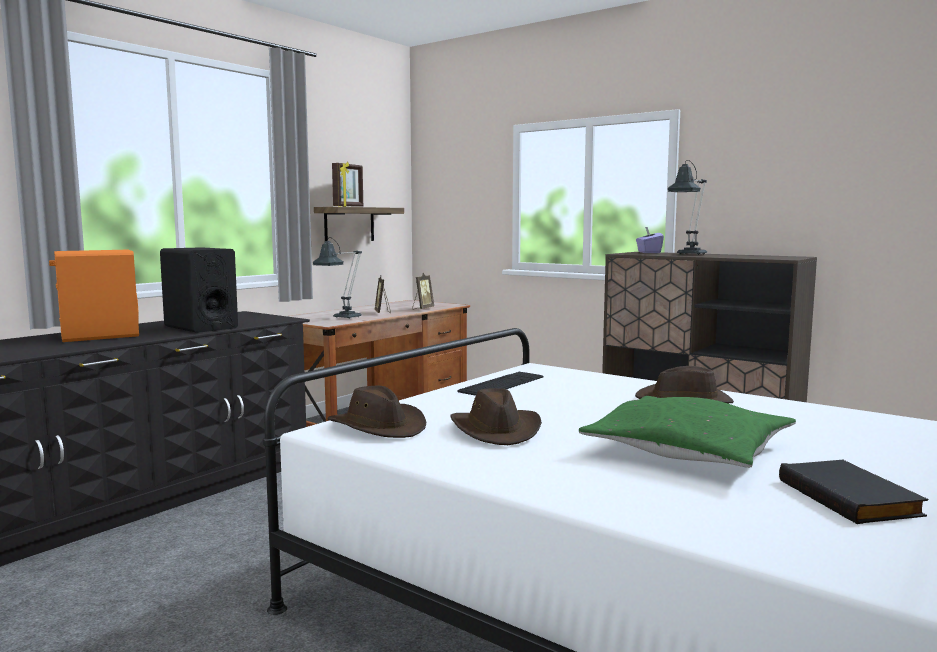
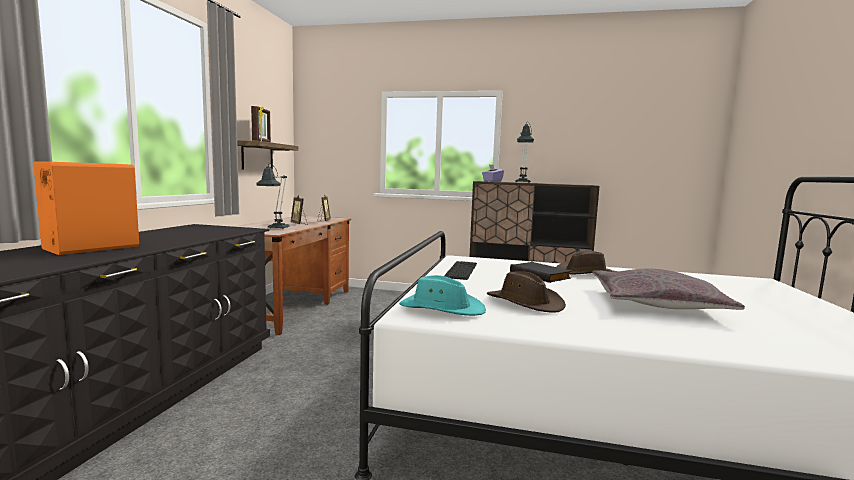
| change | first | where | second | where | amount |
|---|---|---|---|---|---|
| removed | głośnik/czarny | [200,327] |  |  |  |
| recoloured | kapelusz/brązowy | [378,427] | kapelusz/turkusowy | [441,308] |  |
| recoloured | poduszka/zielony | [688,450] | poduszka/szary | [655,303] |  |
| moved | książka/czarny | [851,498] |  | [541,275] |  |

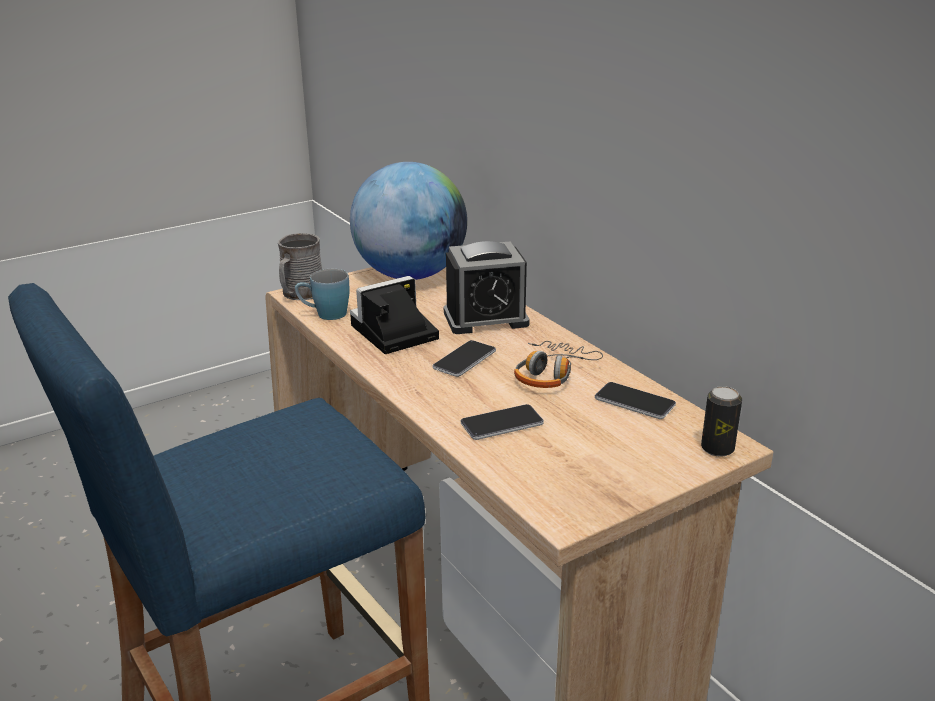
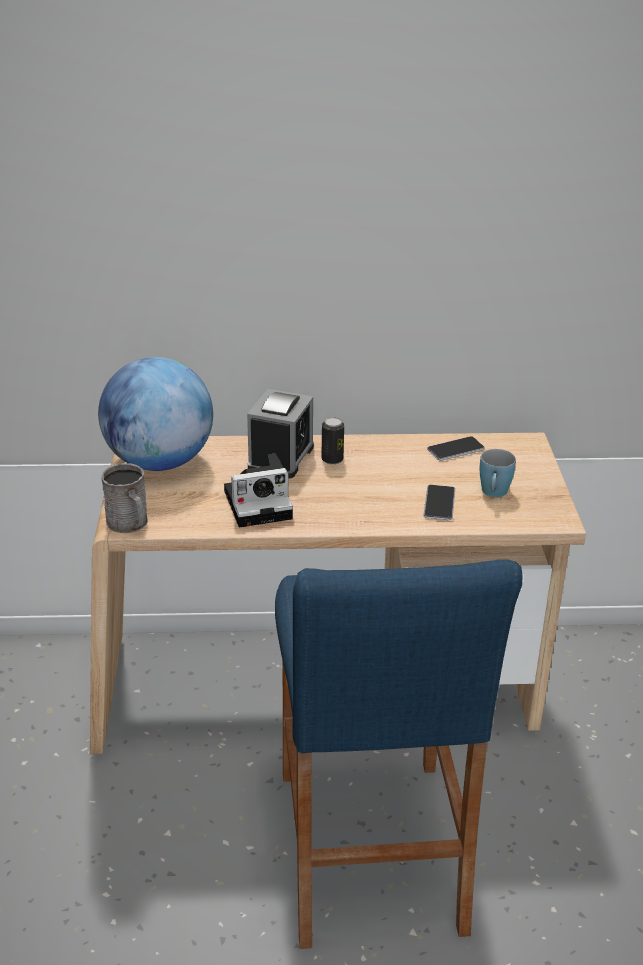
| change | first | where | second | where | amount |
|---|---|---|---|---|---|
| moved | kubek/niebieski | [324,315] |  | [494,493] |  |
| turned | aparat fotograficzny | [391,333] |  | [260,503] | 105 degrees counterclockwise |
| removed | telefon | [464,360] |  |  |  |
| removed | słuchawki | [552,374] |  |  |  |
| moved | puszka | [717,448] |  | [332,459] |  |

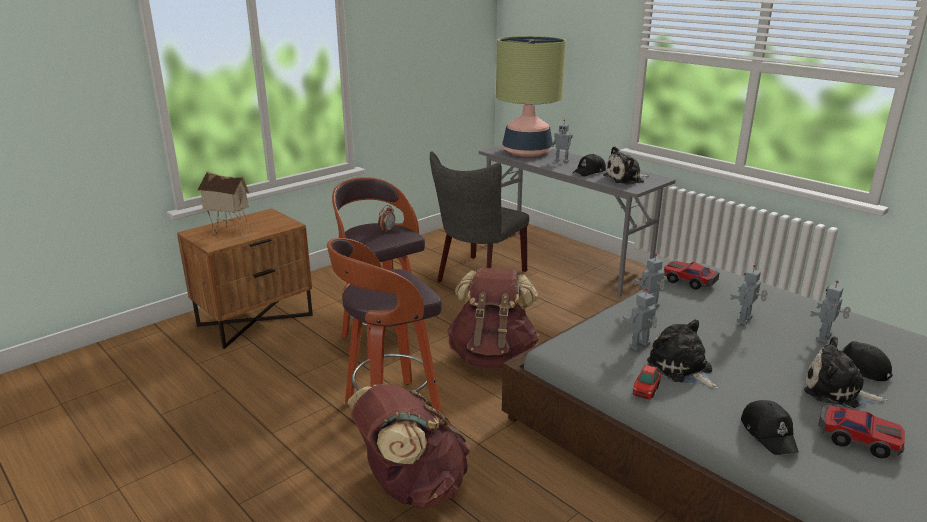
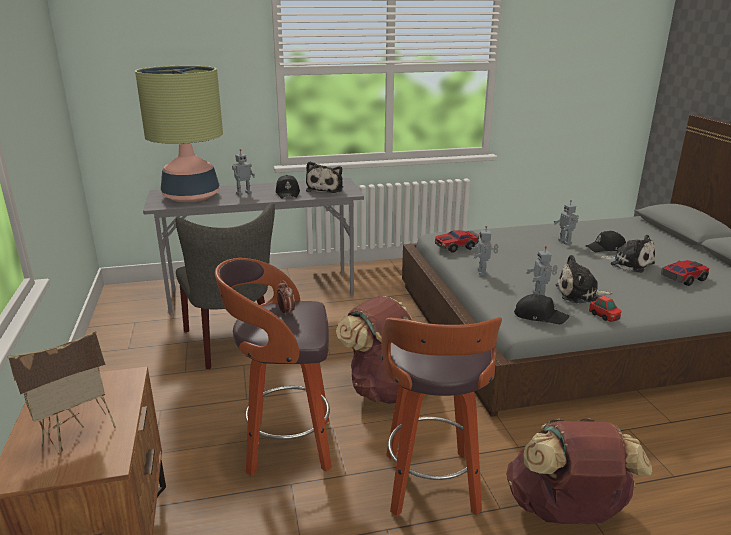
| change | first | where | second | where | amount |
|---|---|---|---|---|---|
| removed | robot zabawkowy | [745,320] |  |  |  |
| moved | czapka z daszkiem/czarny | [769,433] |  | [539,316] |  |
| turned | pluszak | [837,391] |  | [629,263] | 105 degrees counterclockwise |

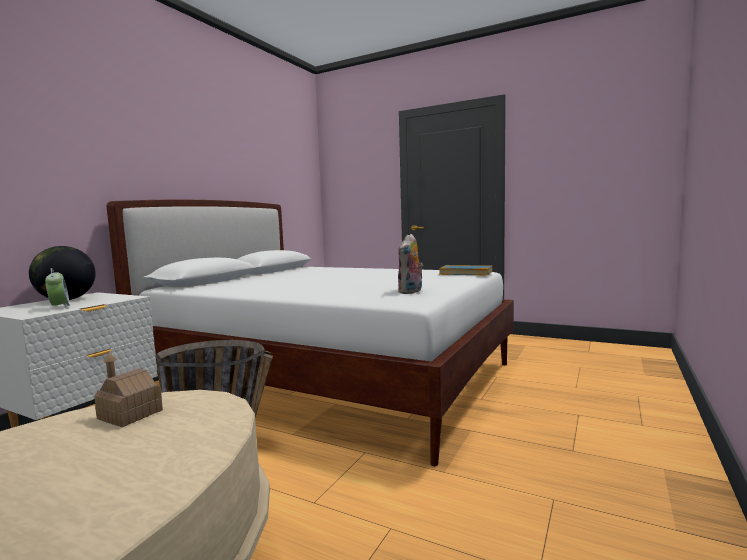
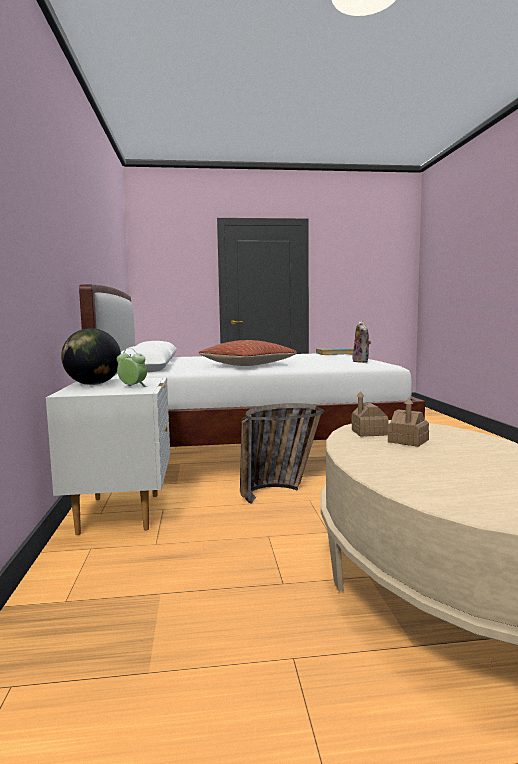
| change | first | where | second | where | amount |
|---|---|---|---|---|---|
| added |  |  | poduszka | [248,365] |  |
| added |  |  | domek | [408,441] |  |

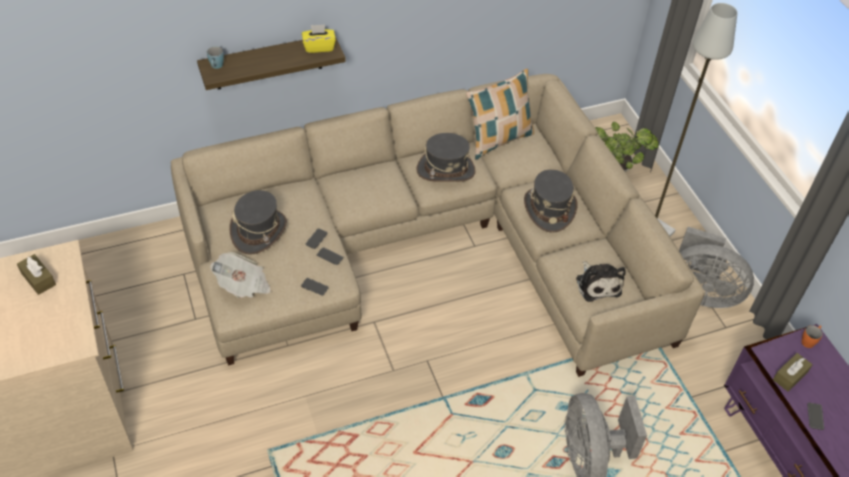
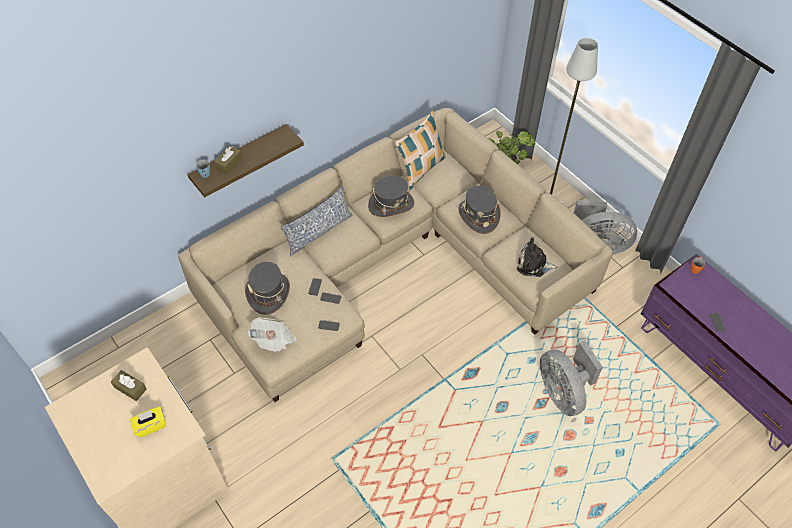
| change | first | where | second | where | amount |
|---|---|---|---|---|---|
| moved | pudełko chusteczek/żółty | [319,47] |  | [151,425] |  |
| turned | pluszak | [597,284] |  | [533,264] | 135 degrees clockwise |
| moved | pudełko chusteczek/brązowy | [790,376] |  | [229,163] |  |
| added |  |  | poduszka | [318,232] |  |

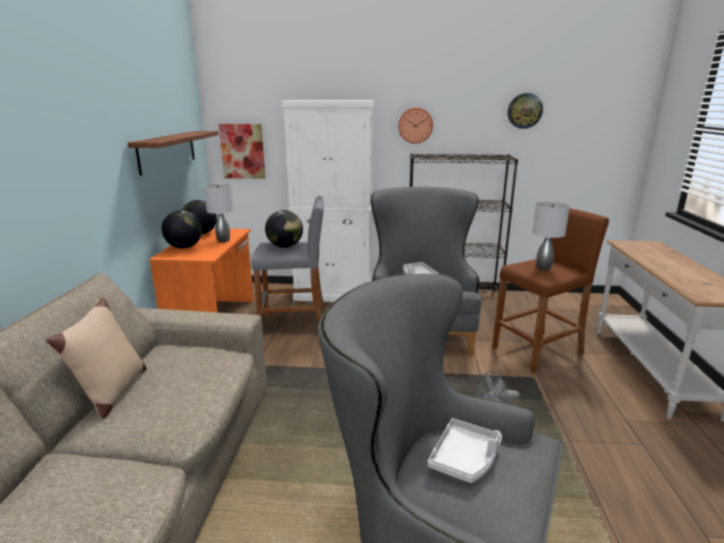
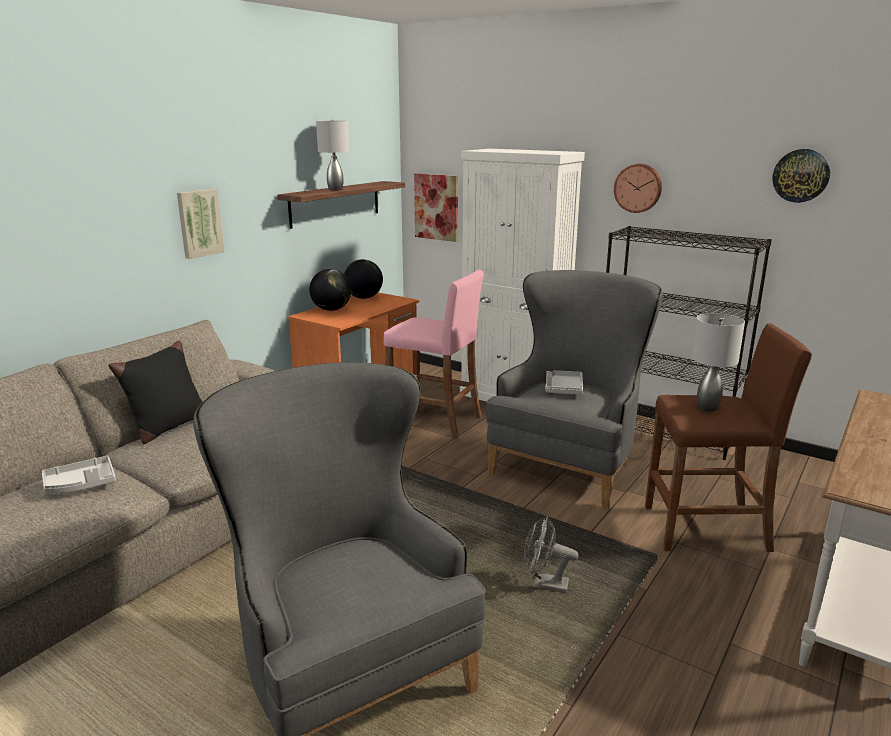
| change | first | where | second | where | amount |
|---|---|---|---|---|---|
| recoloured | poduszka/beżowy | [112,393] | poduszka/czarny | [168,427] |  |
| moved | lampa stołowa/szary | [224,240] |  | [336,189] |  |
| recoloured | stołek/szary | [294,324] | stołek/różowy | [435,420] |  |
| removed | globus | [285,246] |  |  |  |
| moved | taca/szary | [465,459] |  | [81,484] |  |
| added |  |  | obraz | [199,223] |  |

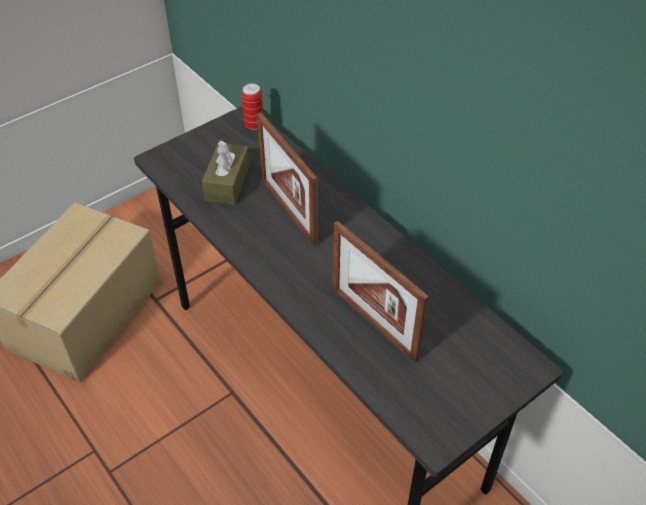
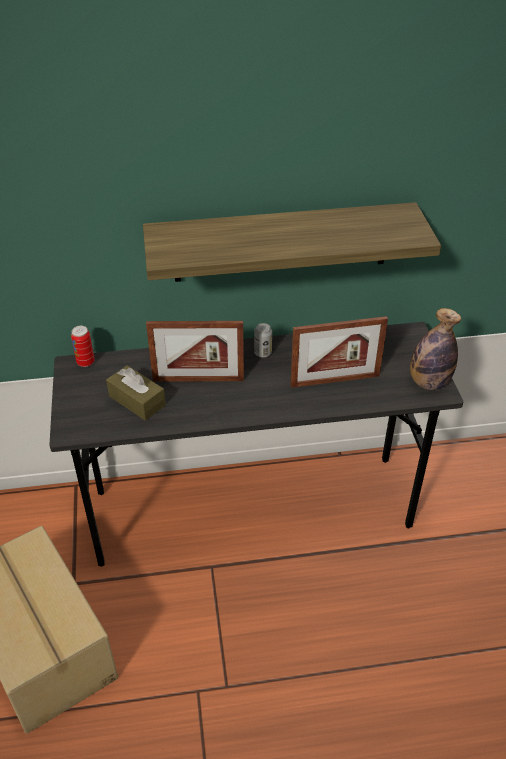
| change | first | where | second | where | amount |
|---|---|---|---|---|---|
| added |  |  | półka | [281,242] |  |
| added |  |  | puszka | [262,353] |  |
| added |  |  | butelka | [428,382] |  |

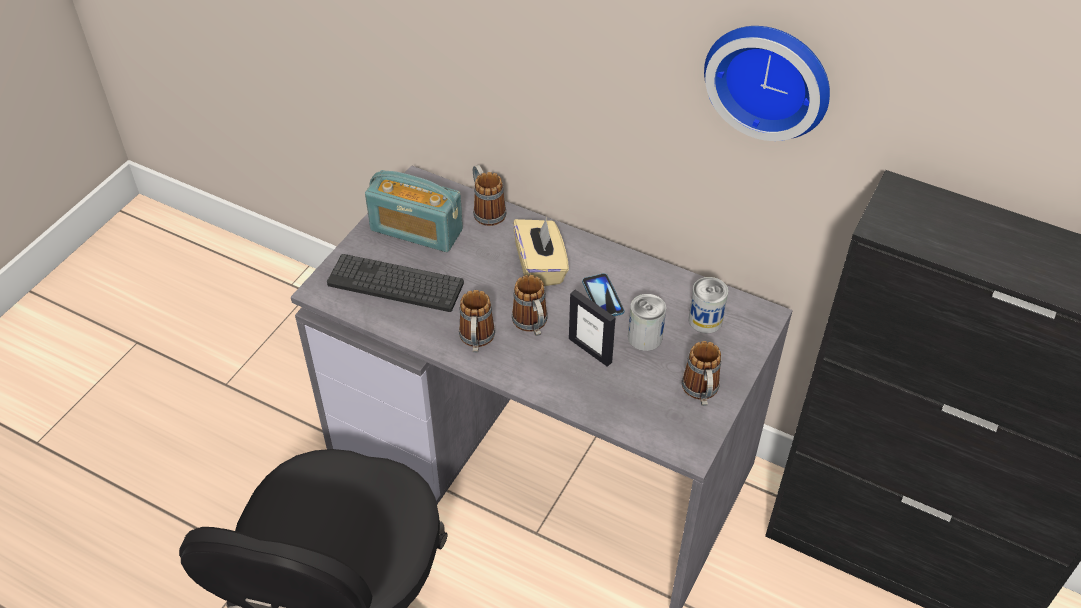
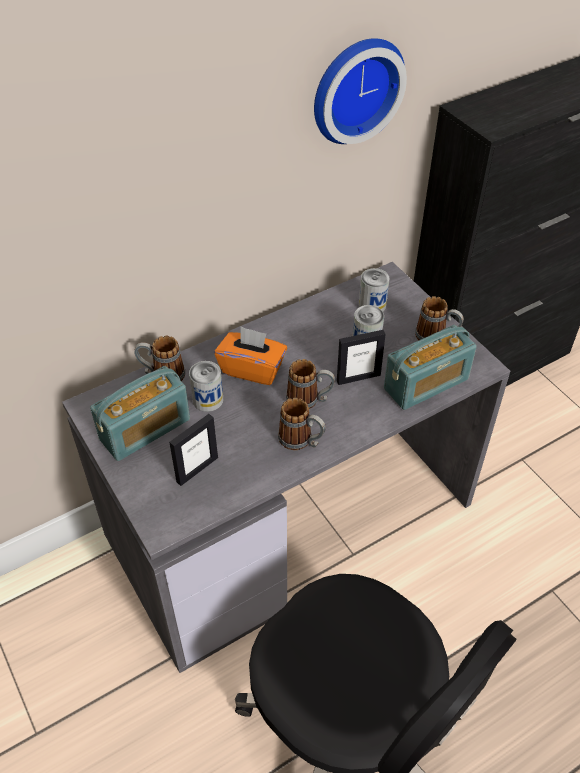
| change | first | where | second | where | amount |
|---|---|---|---|---|---|
| replaced | klawiatura | [395,284] | ramka na zdjęcie | [197,469] |  |
| recoloured | pudełko chusteczek/beżowy | [540,267] | pudełko chusteczek/pomarańczowy | [252,369] |  |
| removed | telefon | [602,297] |  |  |  |
| added |  |  | puszka | [208,400] |  |
| added |  |  | radio | [426,384] |  |

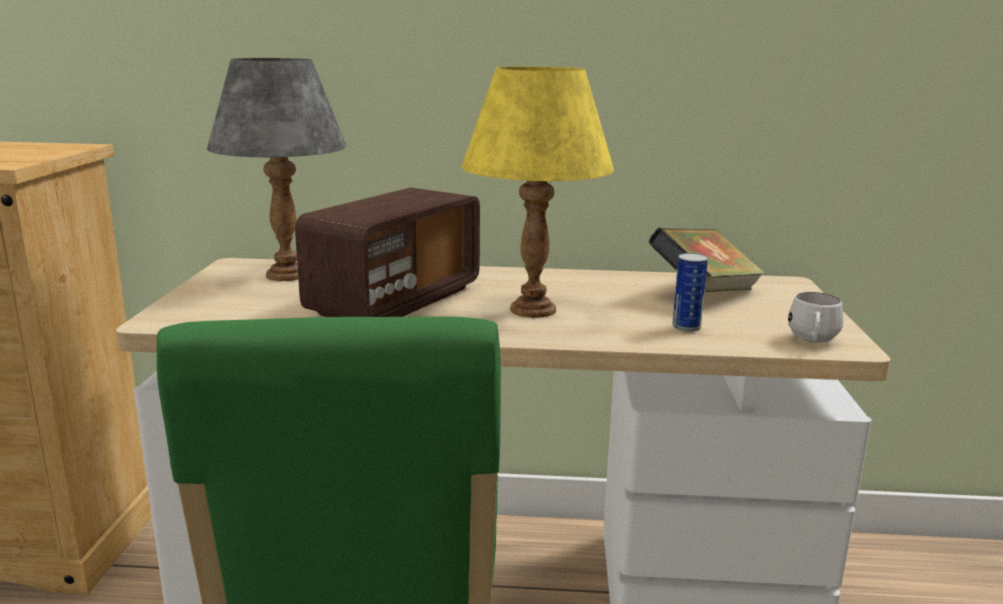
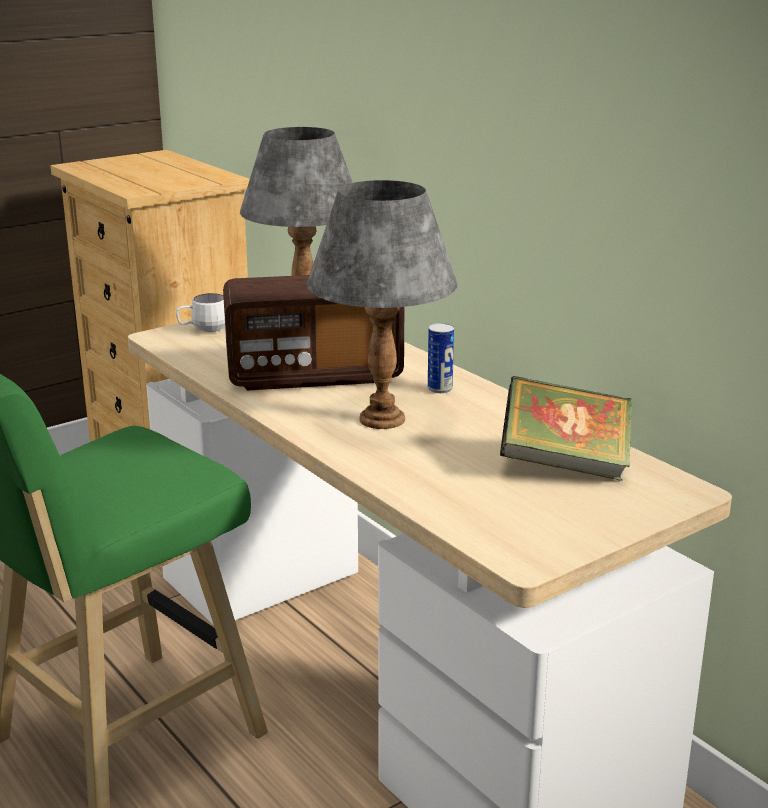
| change | first | where | second | where | amount |
|---|---|---|---|---|---|
| recoloured | lampa stołowa/żółty | [532,309] | lampa stołowa/szary | [381,419] |  |
| moved | puszka | [686,327] |  | [440,389] |  |
| moved | kubek/biały | [812,342] |  | [203,330] |  |

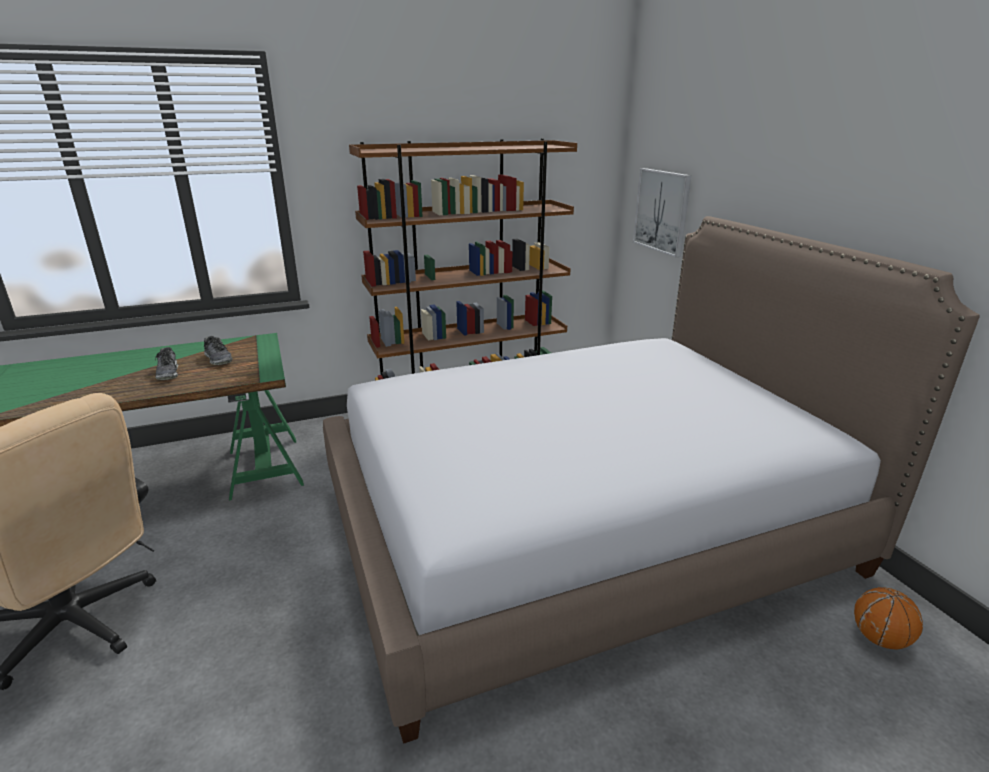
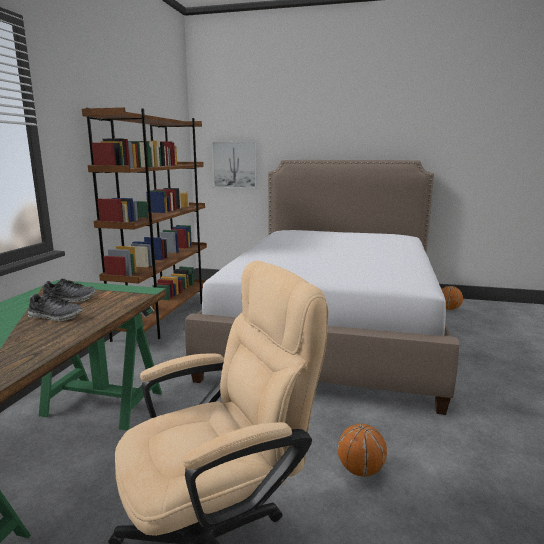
| change | first | where | second | where | amount |
|---|---|---|---|---|---|
| added |  |  | piłka do koszykówki | [360,470] |  |

